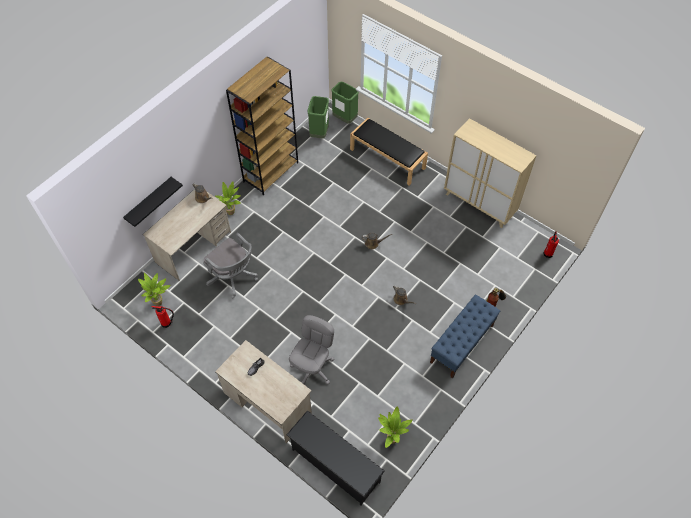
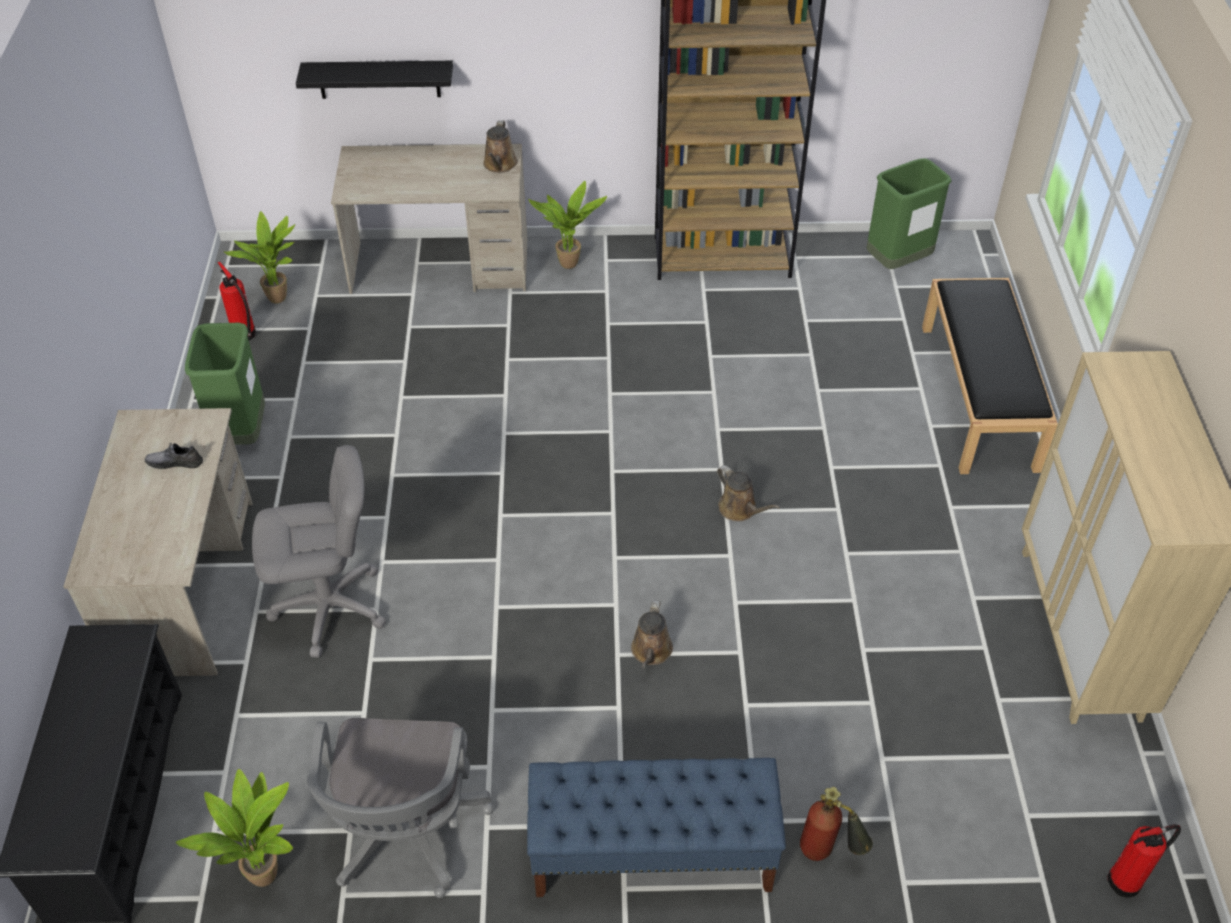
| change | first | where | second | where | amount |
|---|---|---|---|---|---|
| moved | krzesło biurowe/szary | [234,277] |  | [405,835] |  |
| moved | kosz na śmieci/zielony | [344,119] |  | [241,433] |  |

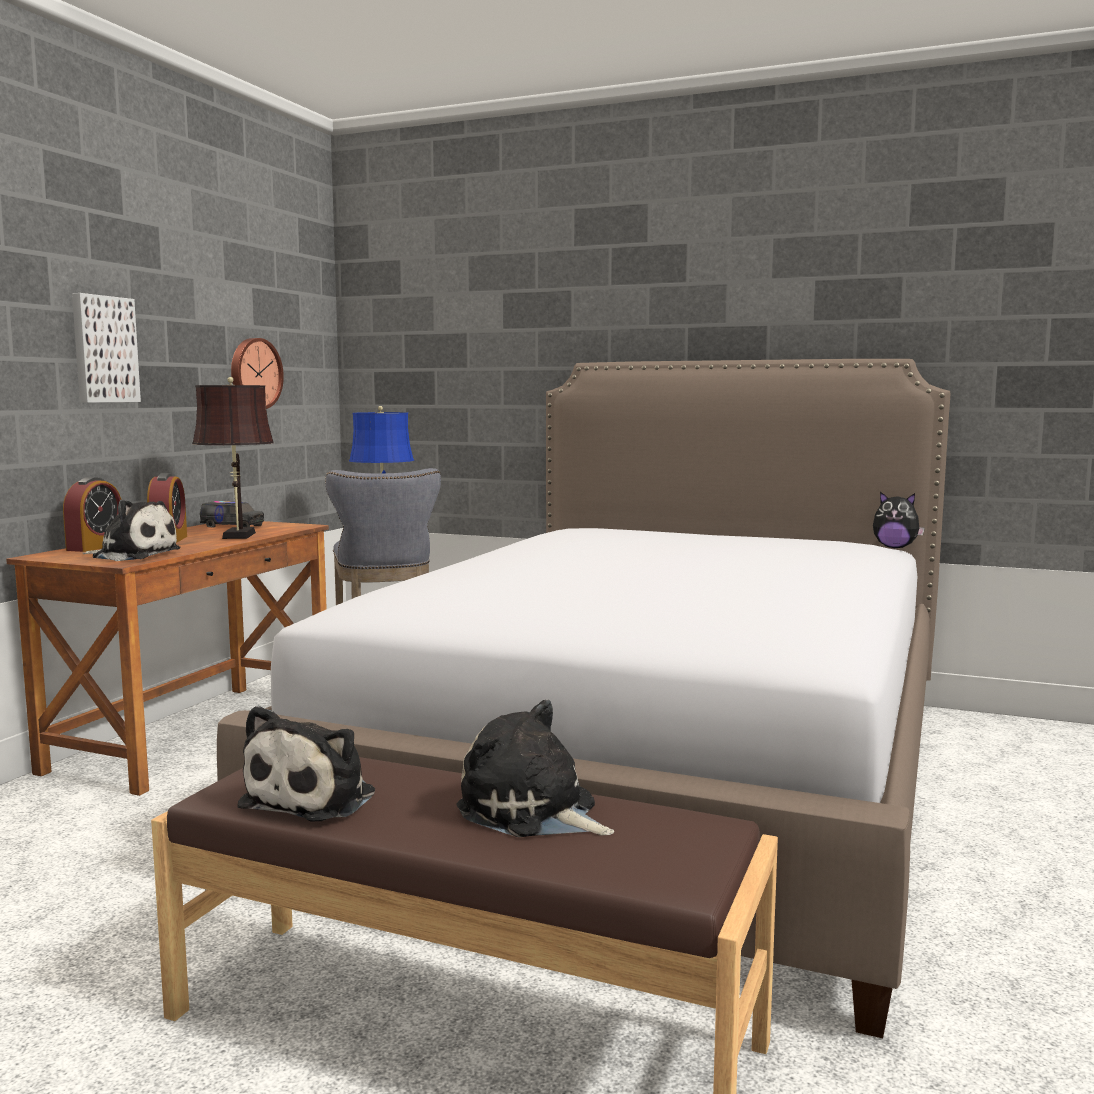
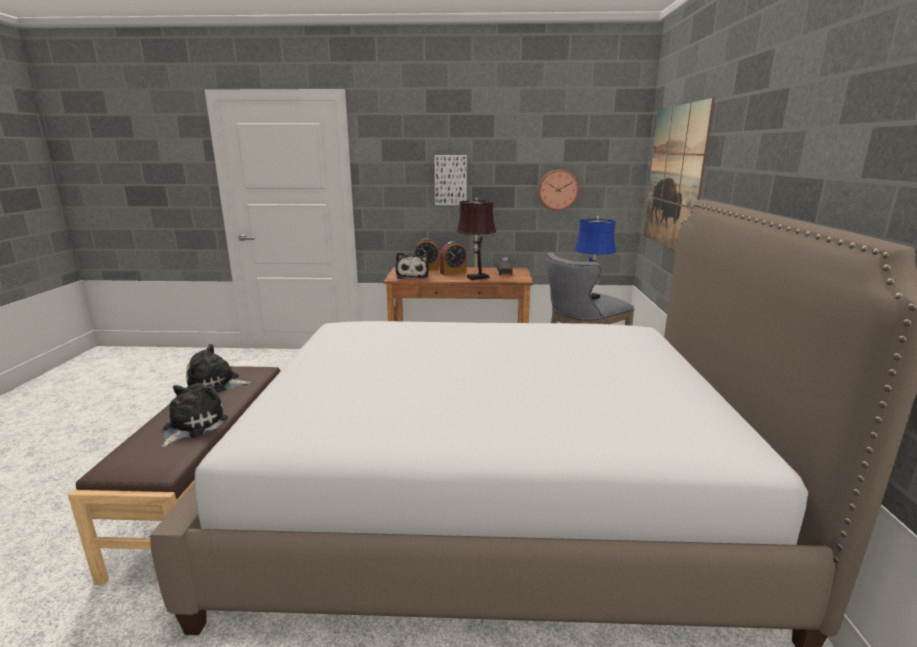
| change | first | where | second | where | amount |
|---|---|---|---|---|---|
| removed | pluszak | [895,547] |  |  |  |
| added |  |  | obraz | [674,178] |  |

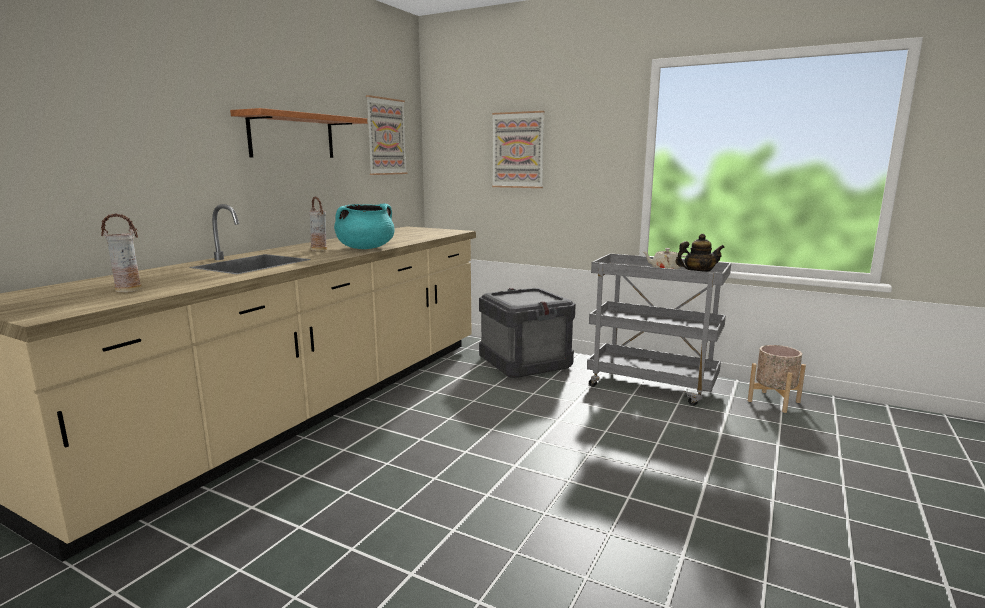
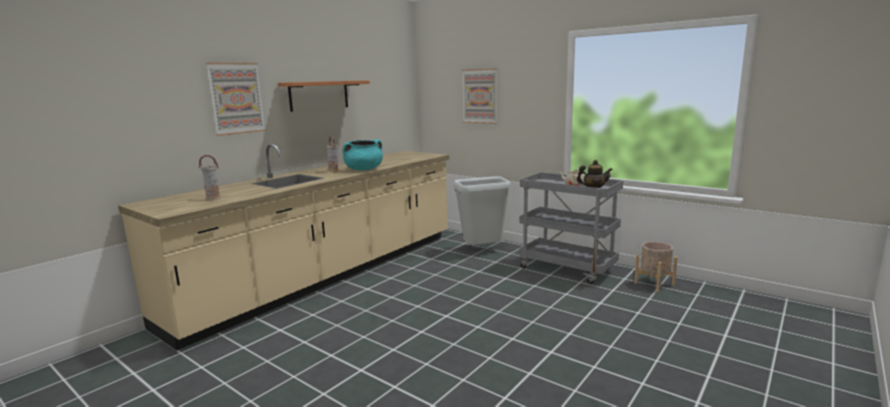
| change | first | where | second | where | amount |
|---|---|---|---|---|---|
| moved | obraz | [386,136] |  | [236,98] |  |
| replaced | skrzynka | [526,363] | kosz na śmieci/szary | [482,250] |  |

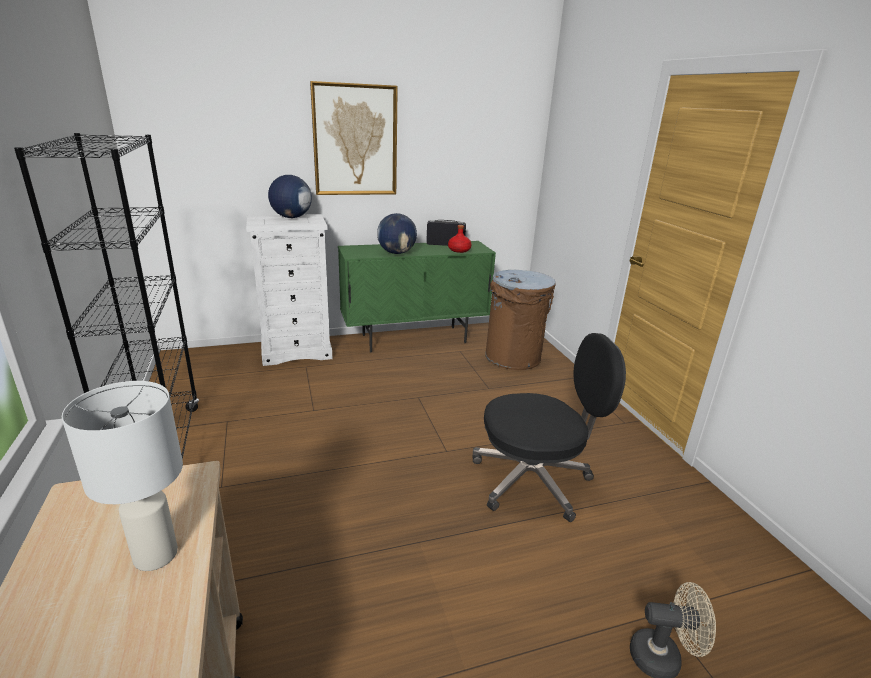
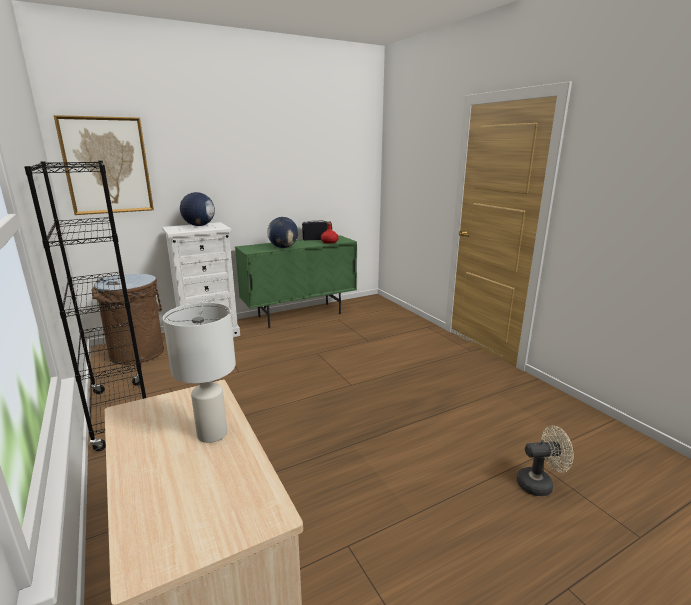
| change | first | where | second | where | amount |
|---|---|---|---|---|---|
| moved | obraz | [355,140] |  | [107,166] |  |
| removed | krzesło biurowe/czarny | [533,480] |  |  |  |
| moved | kosz na śmieci/brązowy | [513,358] |  | [137,353] |  |

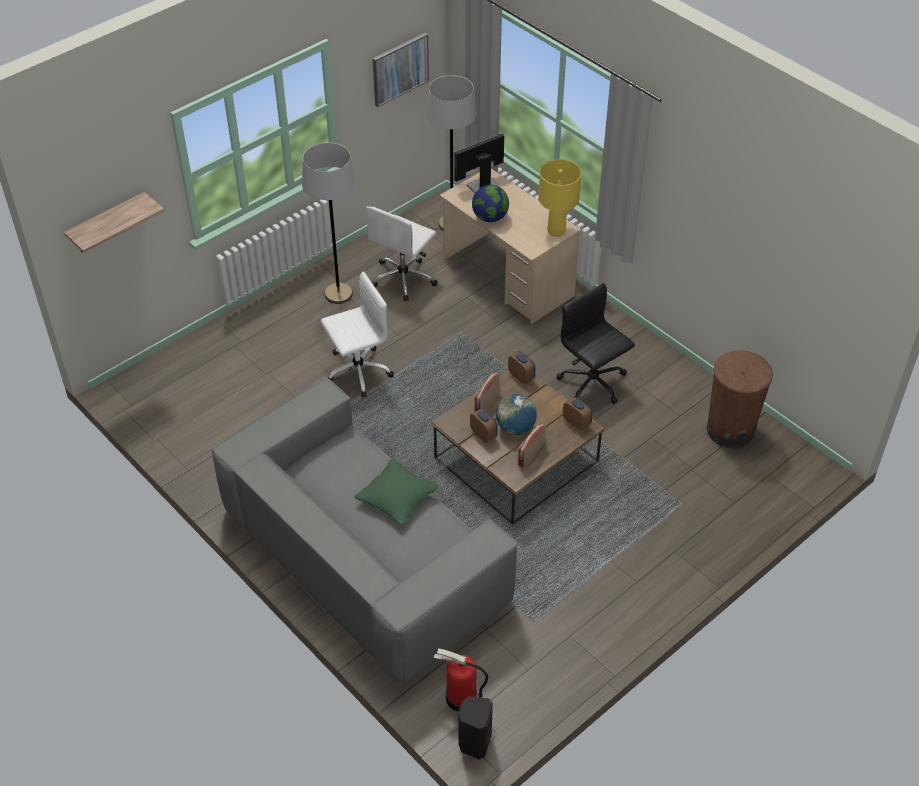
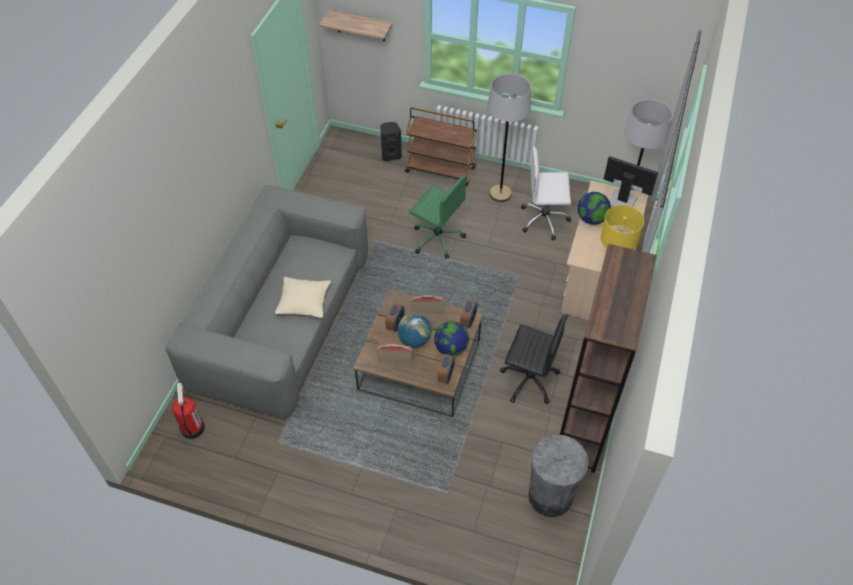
| change | first | where | second | where | amount |
|---|---|---|---|---|---|
| recoloured | krzesło biurowe/biały | [357,371] | krzesło biurowe/zielony | [437,238] |  |
| recoloured | poduszka/zielony | [397,498] | poduszka/beżowy | [304,302] |  |
| removed | obraz | [400,69] |  |  |  |
| moved | głośnik/czarny | [474,742] |  | [391,155] |  |
| turned | krzesło biurowe/czarny | [592,385] |  | [528,379] | 90 degrees clockwise |
| recoloured | kosz na śmieci/brązowy | [730,430] | kosz na śmieci/szary | [550,496] |  |
| added |  |  | wózek/brązowy | [441,170] |  |
| added |  |  | globus | [451,348] |  |
| added |  |  | regał/brązowy | [583,424] |  |

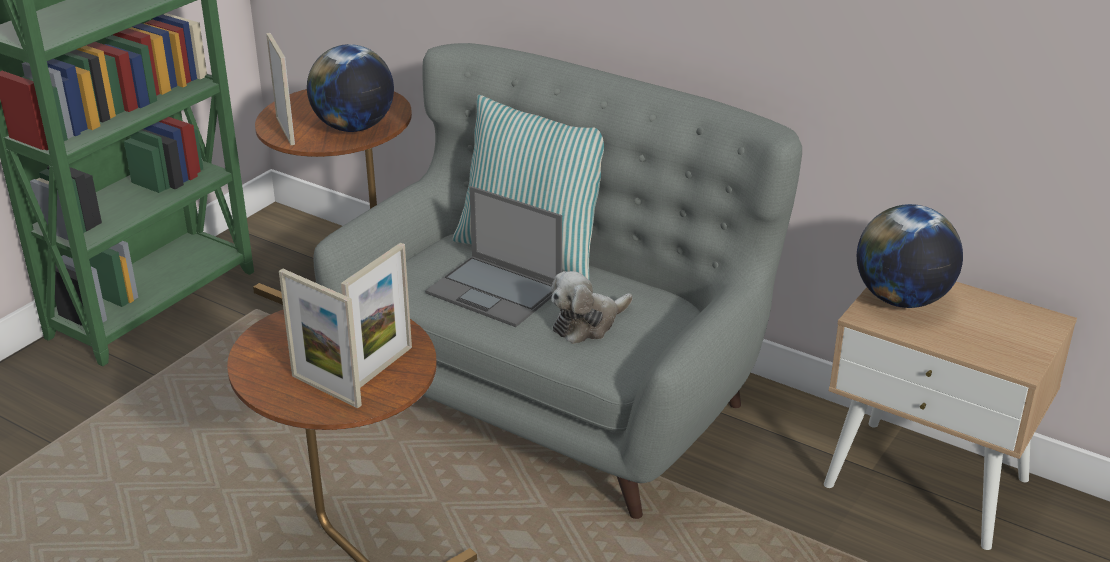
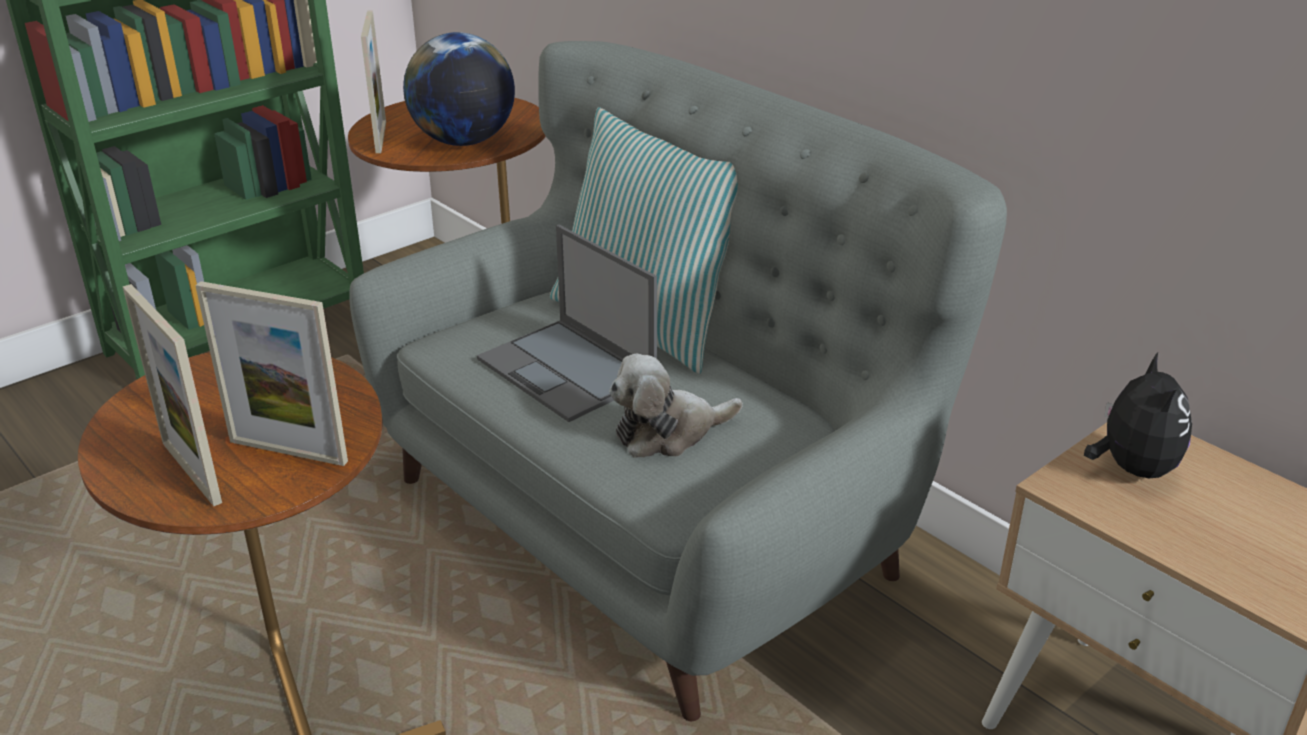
| change | first | where | second | where | amount |
|---|---|---|---|---|---|
| turned | ramka na zdjęcie | [382,367] |  | [288,451] | 60 degrees clockwise |
| replaced | globus | [902,299] | pluszak | [1131,468] |  |

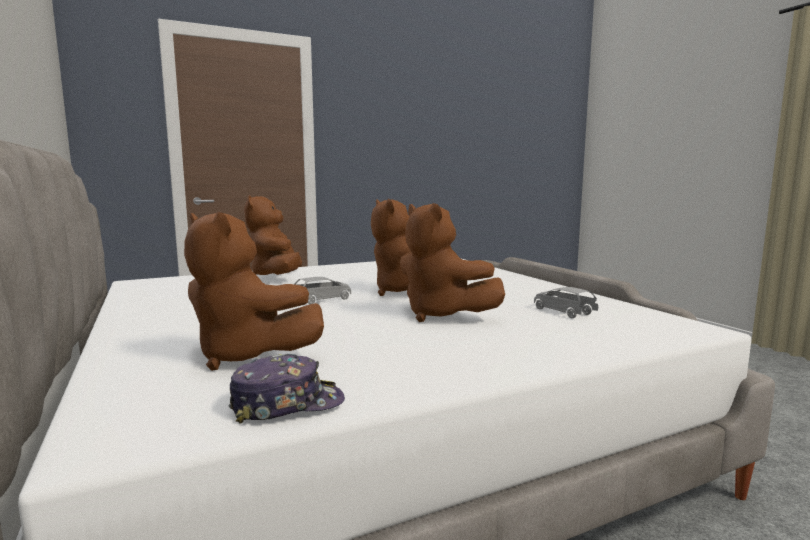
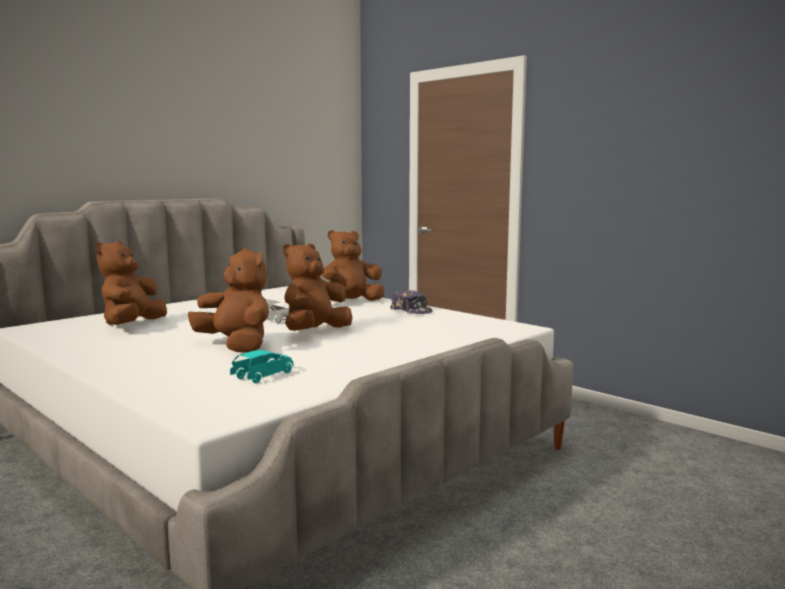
| change | first | where | second | where | amount |
|---|---|---|---|---|---|
| moved | czapka z daszkiem | [287,404] |  | [411,311] |  |
| turned | pluszak/brązowy | [441,315] |  | [236,346] | 105 degrees clockwise |
| recoloured | samochodzik/szary | [563,312] | samochodzik/turkusowy | [264,376] |  |

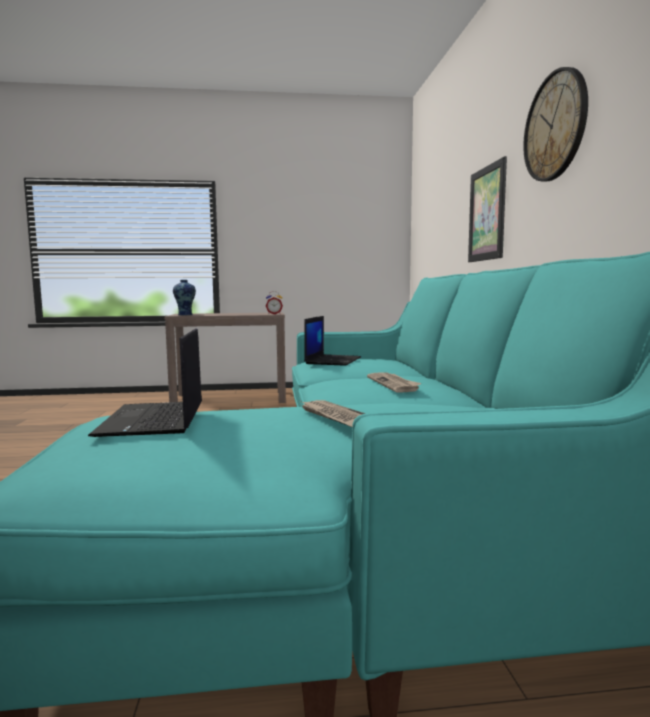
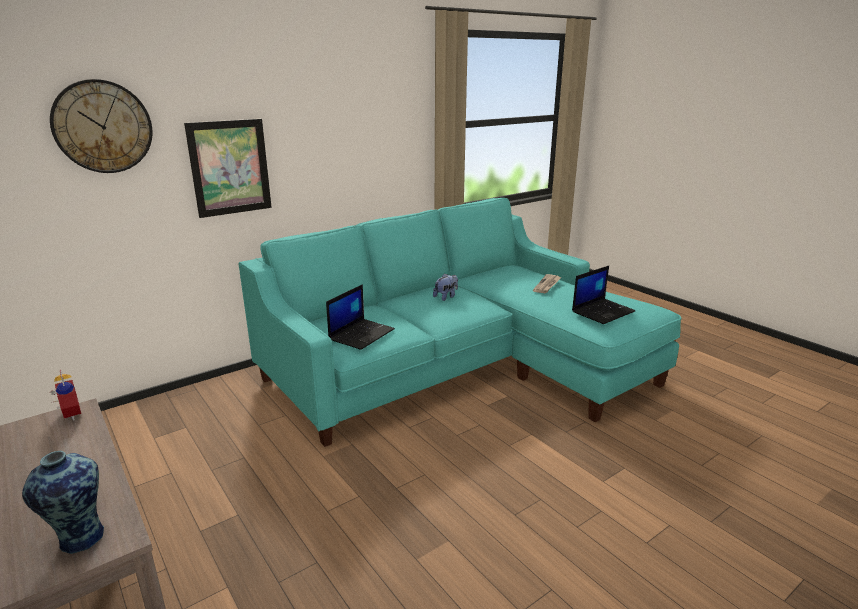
| change | first | where | second | where | amount |
|---|---|---|---|---|---|
| turned | laptop | [333,360] |  | [361,334] | 135 degrees clockwise |
| replaced | gazeta | [393,384] | pluszak | [446,297] |  |
| moved | zegar ścienny | [555,126] |  | [102,127] |  |

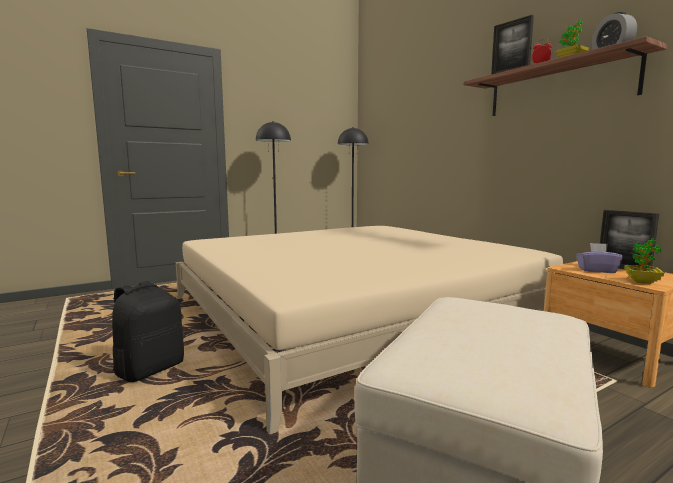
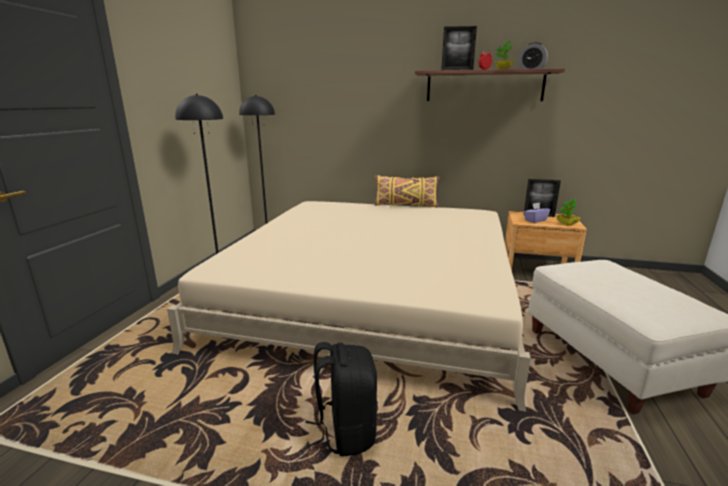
| change | first | where | second | where | amount |
|---|---|---|---|---|---|
| added |  |  | poduszka/żółty | [405,205] |  |

